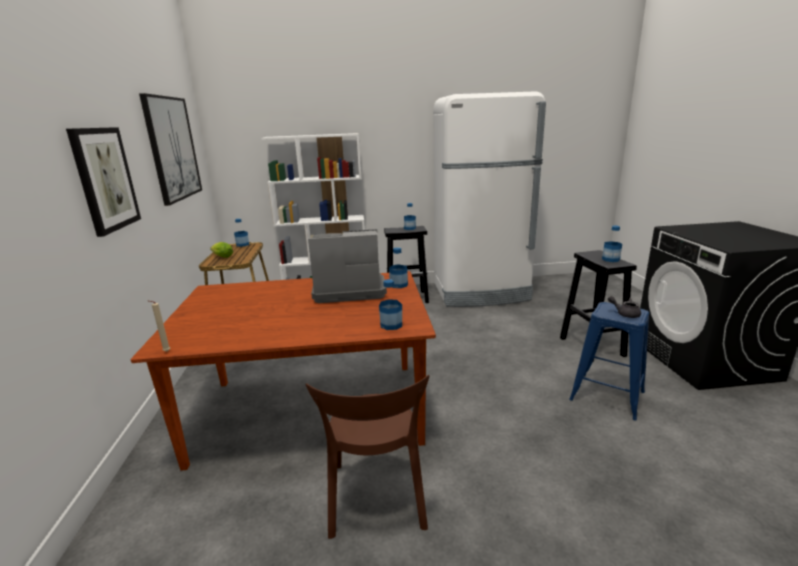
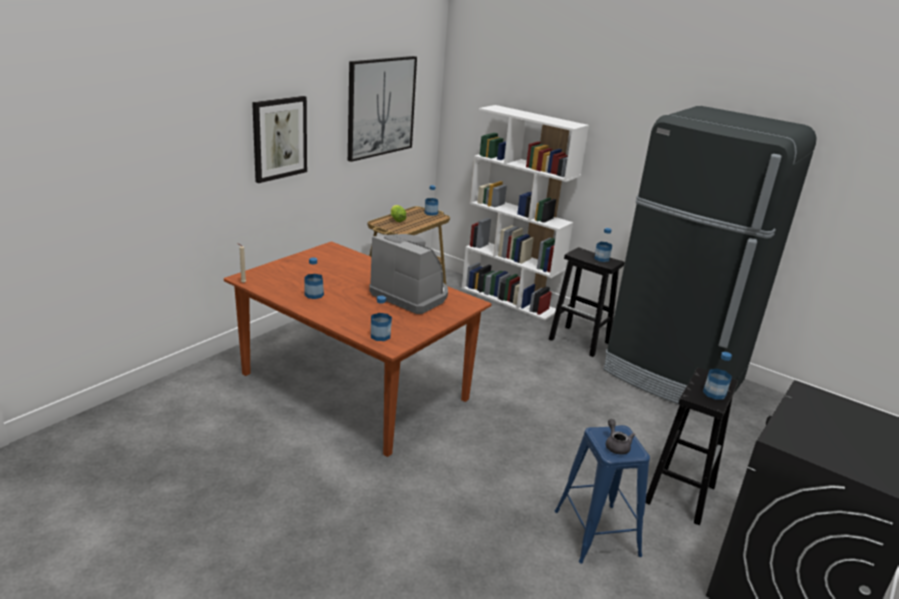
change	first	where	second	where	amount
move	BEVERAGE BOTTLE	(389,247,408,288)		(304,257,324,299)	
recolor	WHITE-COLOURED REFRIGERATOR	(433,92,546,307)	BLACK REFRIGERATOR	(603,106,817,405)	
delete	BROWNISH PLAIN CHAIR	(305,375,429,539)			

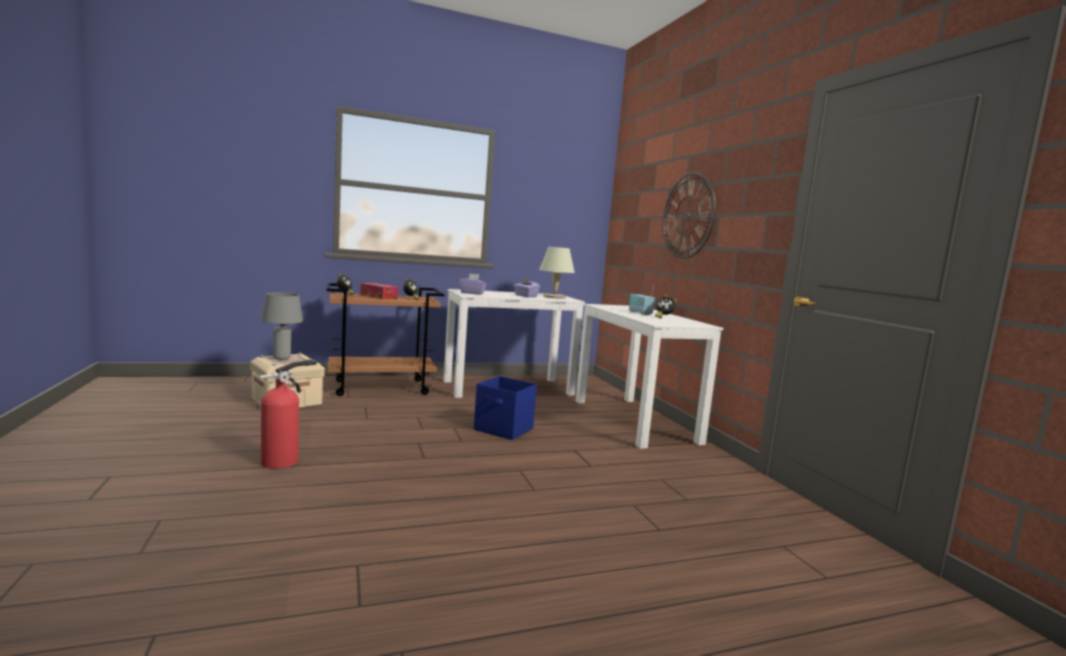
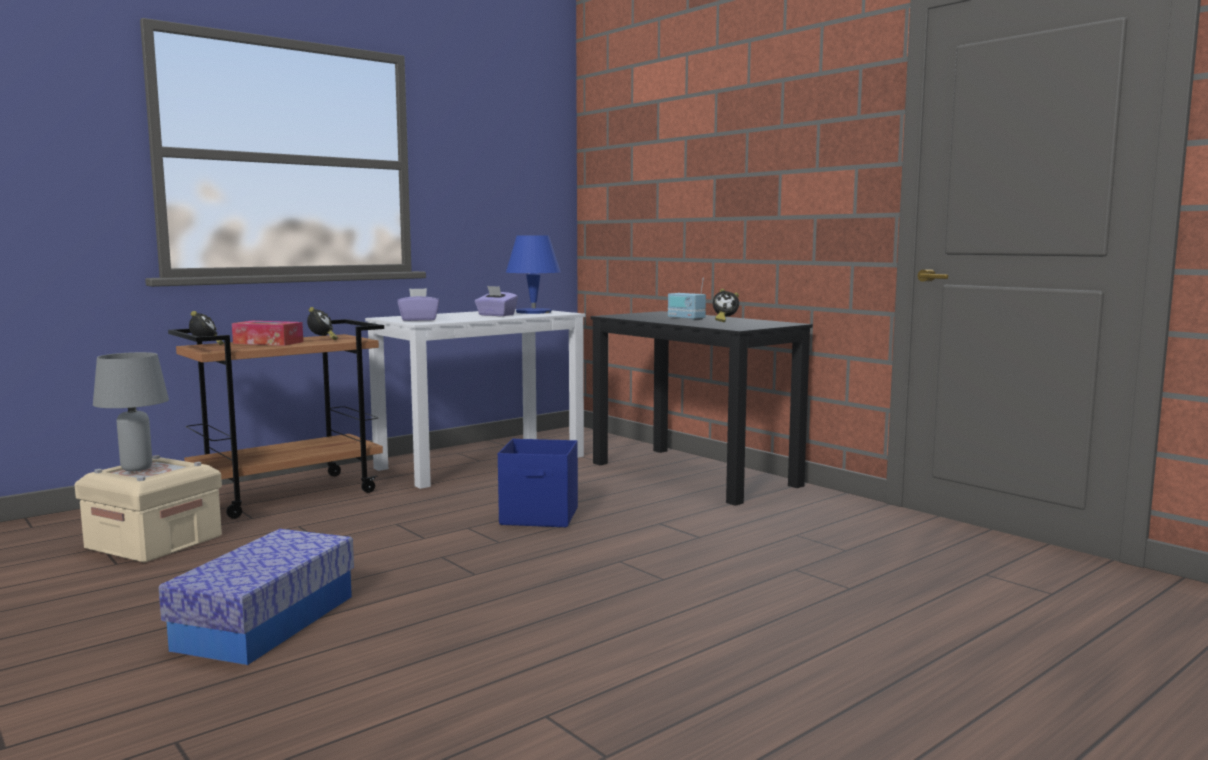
change	first	where	second	where	amount
replace	FIRE EXTINGUISHER	(258,359,317,469)	STORAGE BOX	(159,529,354,665)	
recolor	SAND-COLOURED LAMP FOR A TABLE	(539,247,575,299)	BLUE LAMP FOR A TABLE	(506,235,561,314)	
recolor	WHITE-COLOURED DESK UNIT	(576,304,724,449)	BLACK DESK UNIT	(590,311,813,506)	
delete	HANGING CLOCK	(663,172,716,259)			

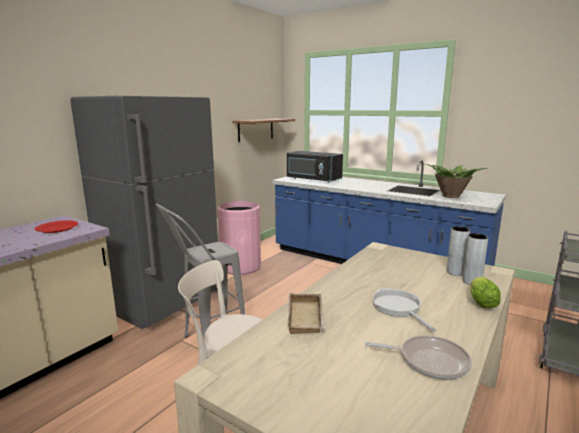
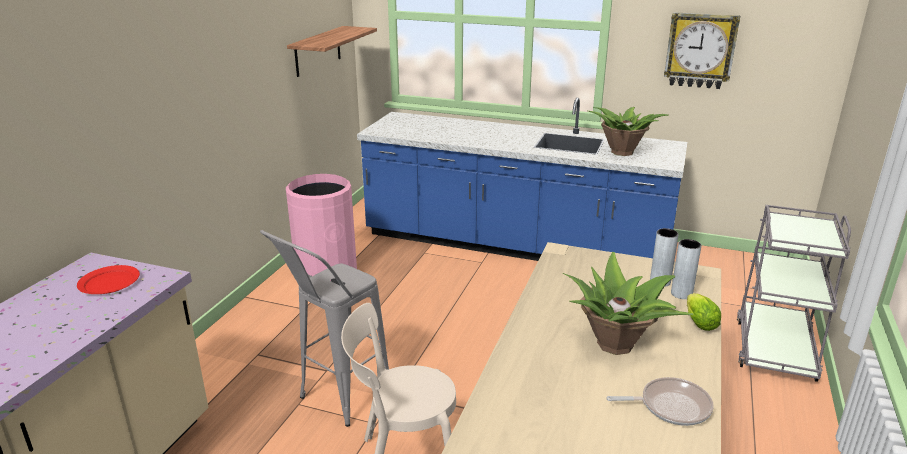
change	first	where	second	where	amount
replace	FRYING PAN	(373,288,436,332)	POTTED PLANT	(563,252,694,355)	
insert			HANGING CLOCK	(664,12,740,89)	
delete	GREYISH REFRIGERATOR	(70,96,218,329)			
delete	BLACK MICROWAVE OVEN	(287,151,343,183)			
delete	SAND-COLOURED CARRYING TRAY	(287,293,325,334)			

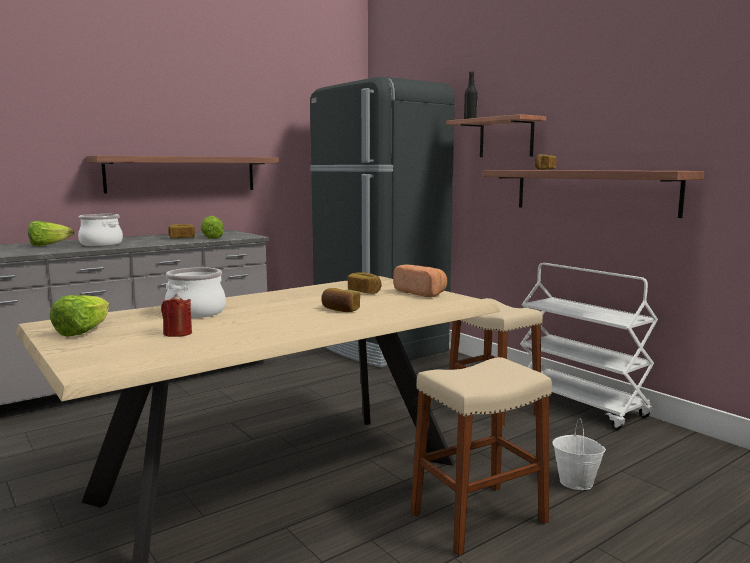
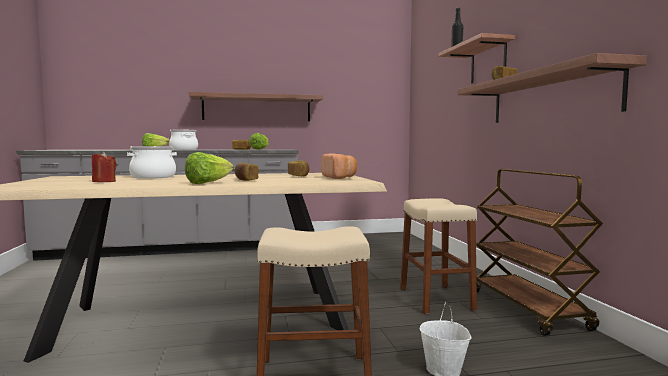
change	first	where	second	where	amount
move	HEAD OF LETTUCE	(50,295,109,337)		(185,152,234,184)	
recolor	WHITE-COLOURED CART	(520,263,658,430)	BROWNISH CART	(476,169,603,336)	
delete	BLACK REFRIGERATOR	(310,77,455,368)			

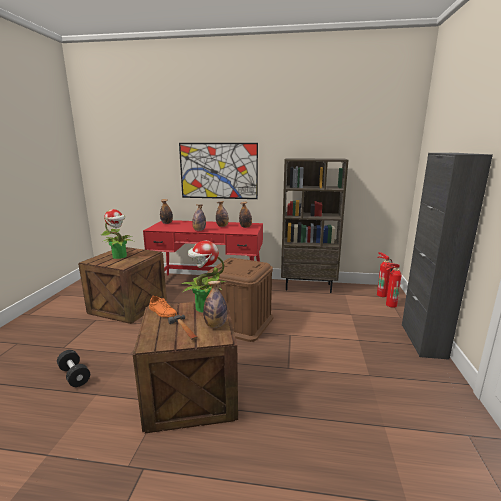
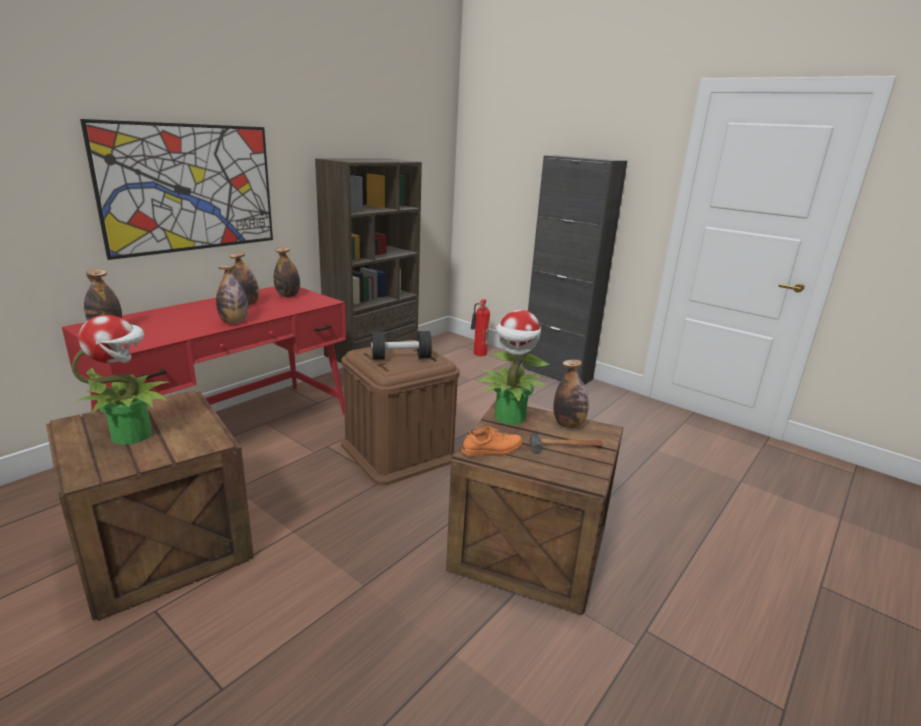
change	first	where	second	where	amount
move	BLACK DUMBBELL	(57,350,90,387)		(371,331,432,360)	
delete	FIRE EXTINGUISHER	(377,252,392,297)			

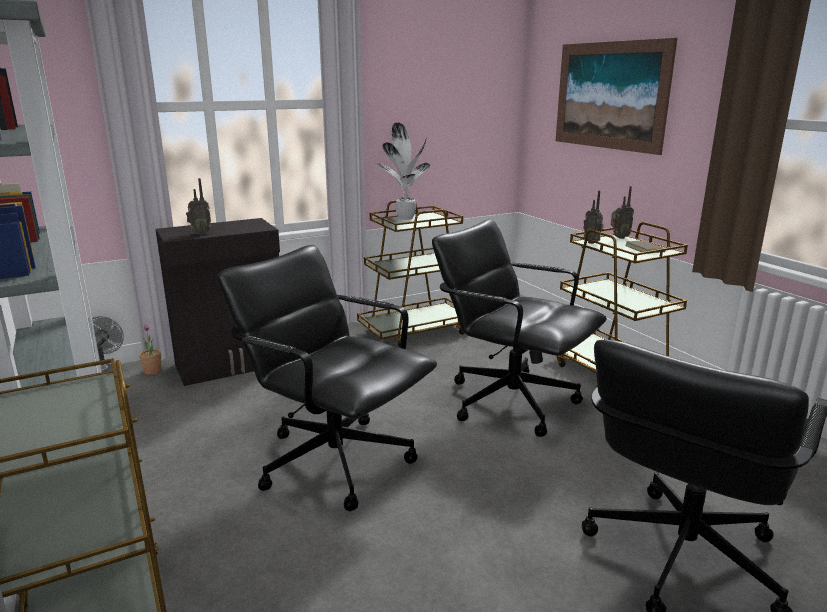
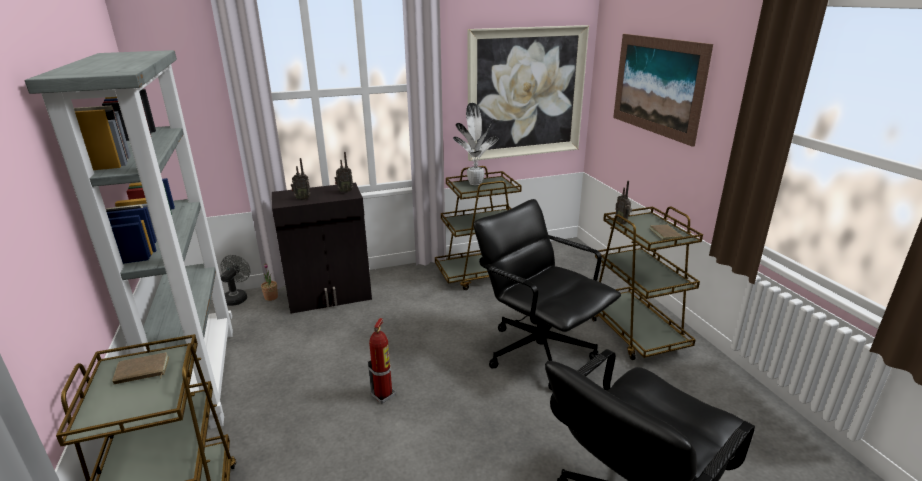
change	first	where	second	where	amount
insert			BROWNISH BOOK	(112,352,169,384)	
move	RADIO SET	(611,186,634,239)		(335,152,353,193)	
replace	BLACK DESK CHAIR	(217,245,437,511)	FIRE EXTINGUISHER	(368,318,396,404)	
insert			PICTURE	(467,25,589,161)	

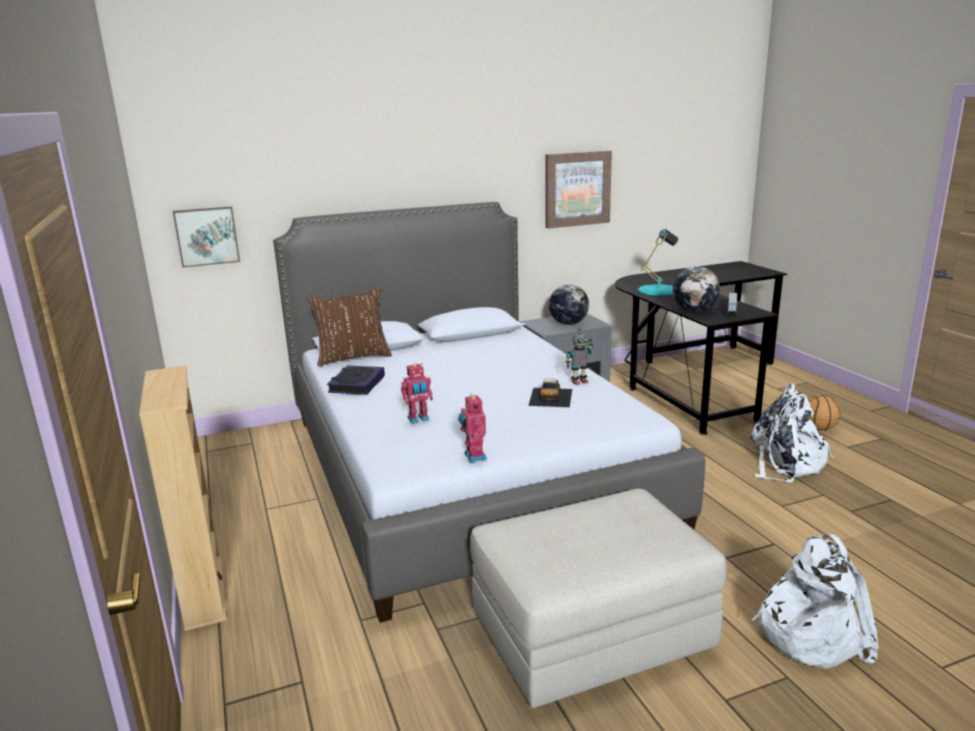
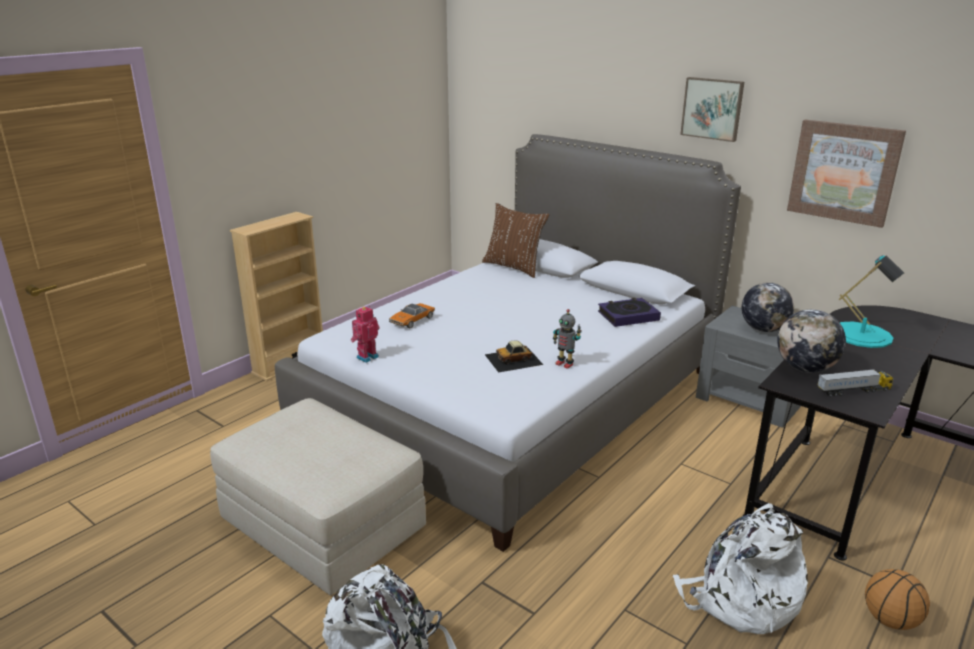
change	first	where	second	where	amount
replace	TOY ROBOT	(401,363,433,424)	MINIATURE CAR	(389,303,435,328)	
move	BOOK	(327,365,385,395)		(598,298,661,327)	
move	PICTURE	(173,206,240,268)		(680,77,744,142)	

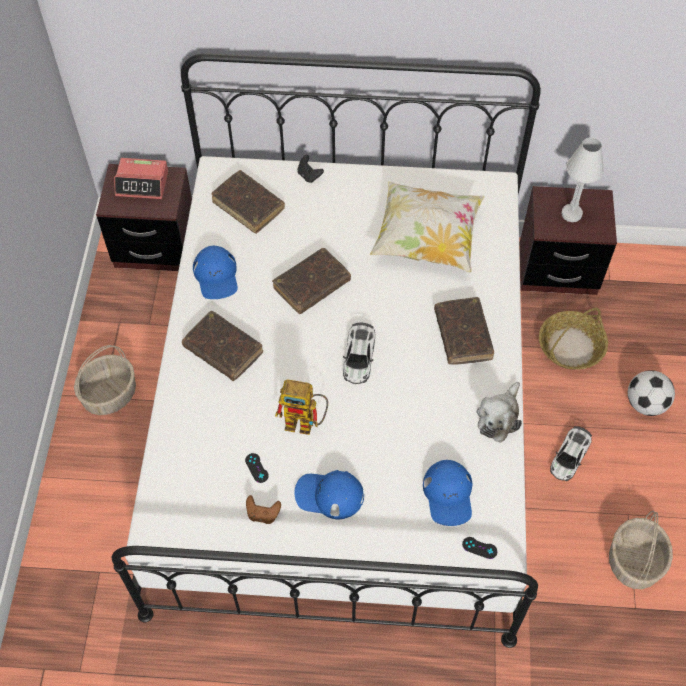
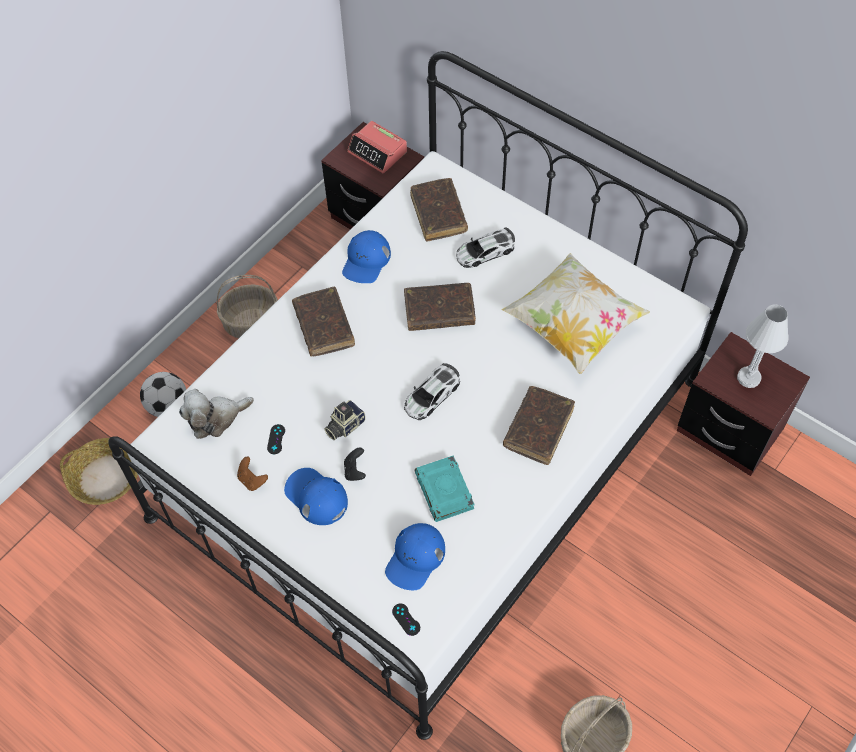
change	first	where	second	where	amount
move	STORAGE BASKET	(539,308,608,370)		(60,438,138,505)	
move	FOOTBALL	(628,370,675,416)		(140,372,186,417)	
move	PLUSH TOY	(477,382,522,443)		(179,389,254,439)	
replace	TOY ROBOT	(275,379,328,435)	PHOTO CAMERA	(324,400,365,440)	
move	BLACK JOYPAD	(297,155,324,183)		(344,448,366,481)	
insert			TURQUOISE-COLOURED BOOK	(414,455,475,522)	
move	MINIATURE CAR	(550,426,592,481)		(456,227,515,268)	

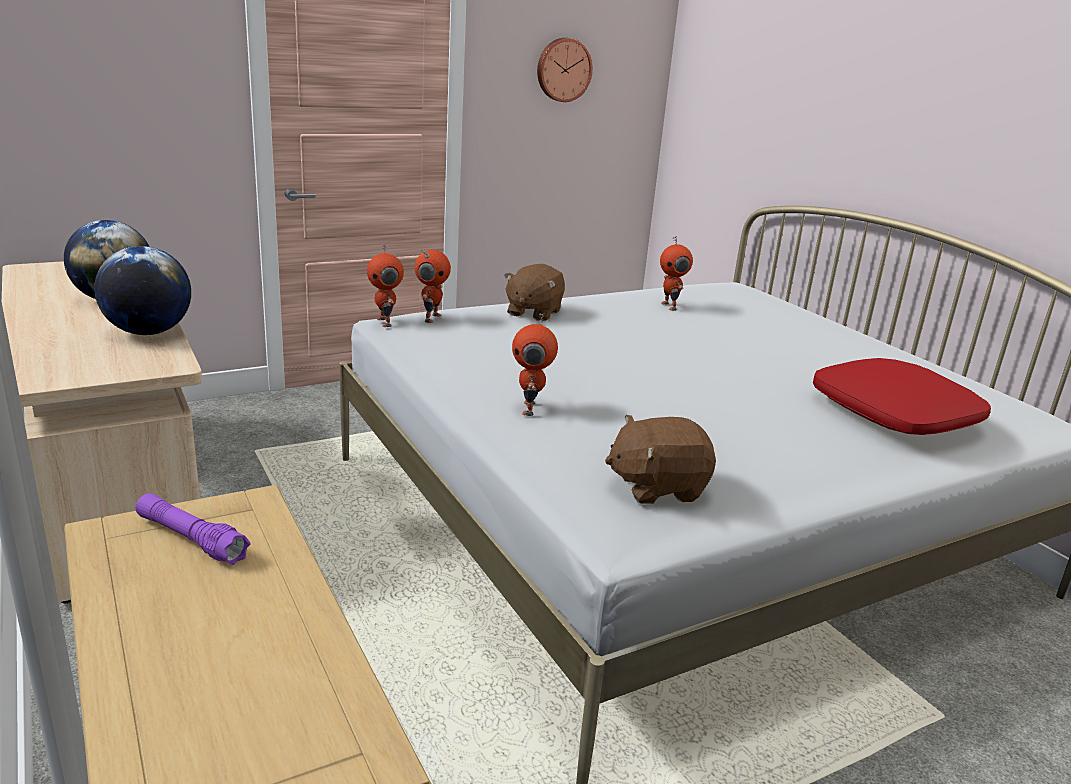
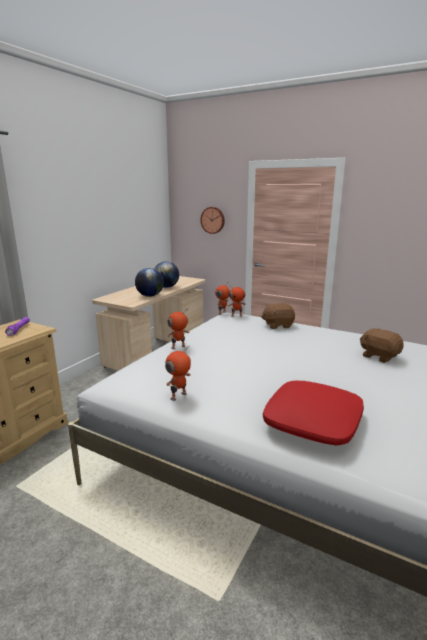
change	first	where	second	where	amount
move	TOY ROBOT	(660,237,693,311)		(165,346,191,401)	
move	HANGING CLOCK	(537,38,593,102)		(200,207,225,234)	
move	BROWNISH PLUSH TOY	(605,415,716,504)		(360,328,404,363)	

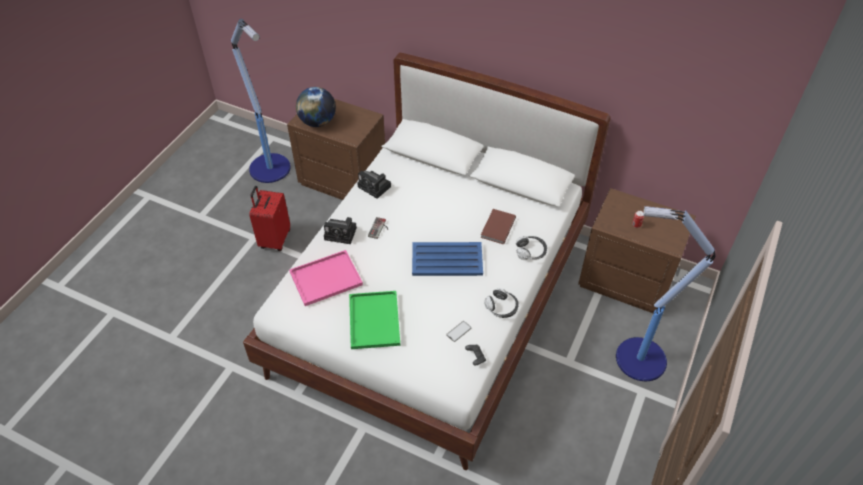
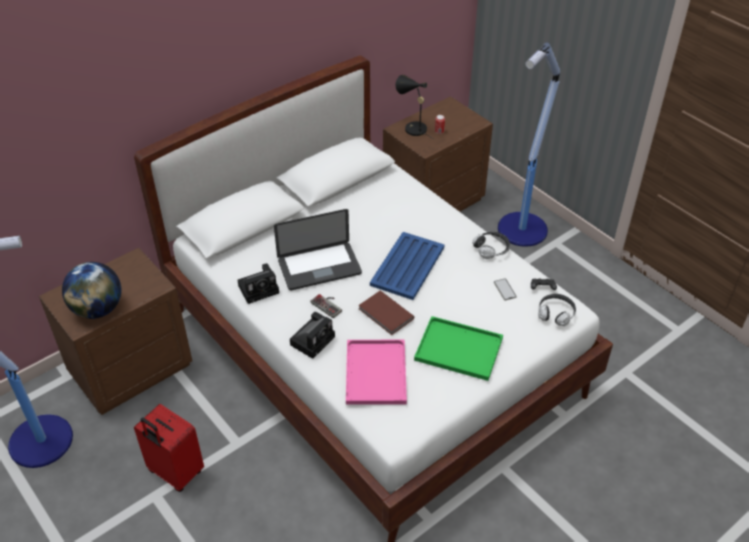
change	first	where	second	where	amount
insert			PORTABLE COMPUTER	(274,209,362,290)	
move	BROWNISH BOOK	(480,209,516,244)		(358,290,414,335)	
insert			BLACK LAMP FOR A TABLE	(396,75,433,139)	
move	PAIR OF HEADPHONES	(516,236,547,260)		(538,294,576,326)	

